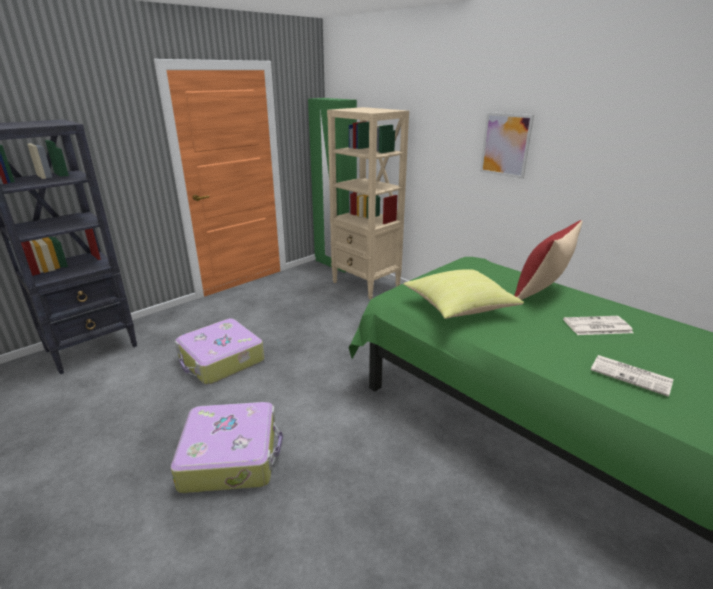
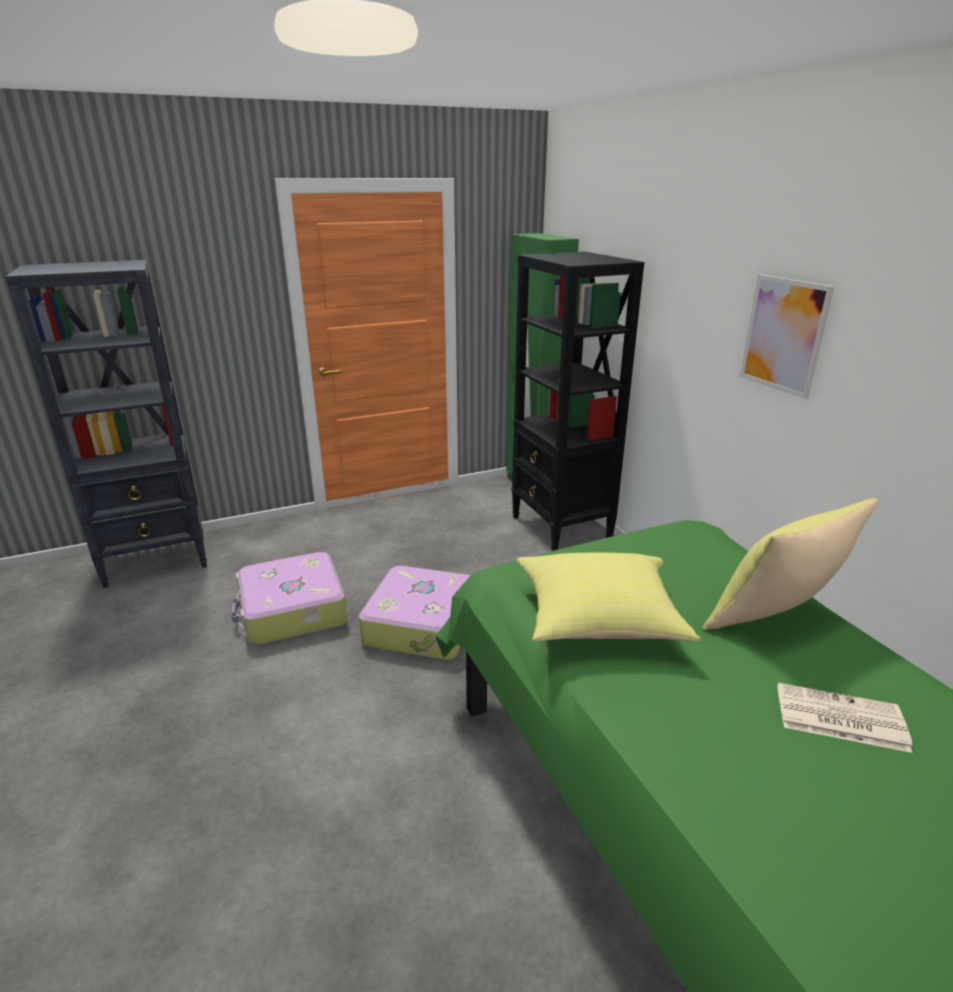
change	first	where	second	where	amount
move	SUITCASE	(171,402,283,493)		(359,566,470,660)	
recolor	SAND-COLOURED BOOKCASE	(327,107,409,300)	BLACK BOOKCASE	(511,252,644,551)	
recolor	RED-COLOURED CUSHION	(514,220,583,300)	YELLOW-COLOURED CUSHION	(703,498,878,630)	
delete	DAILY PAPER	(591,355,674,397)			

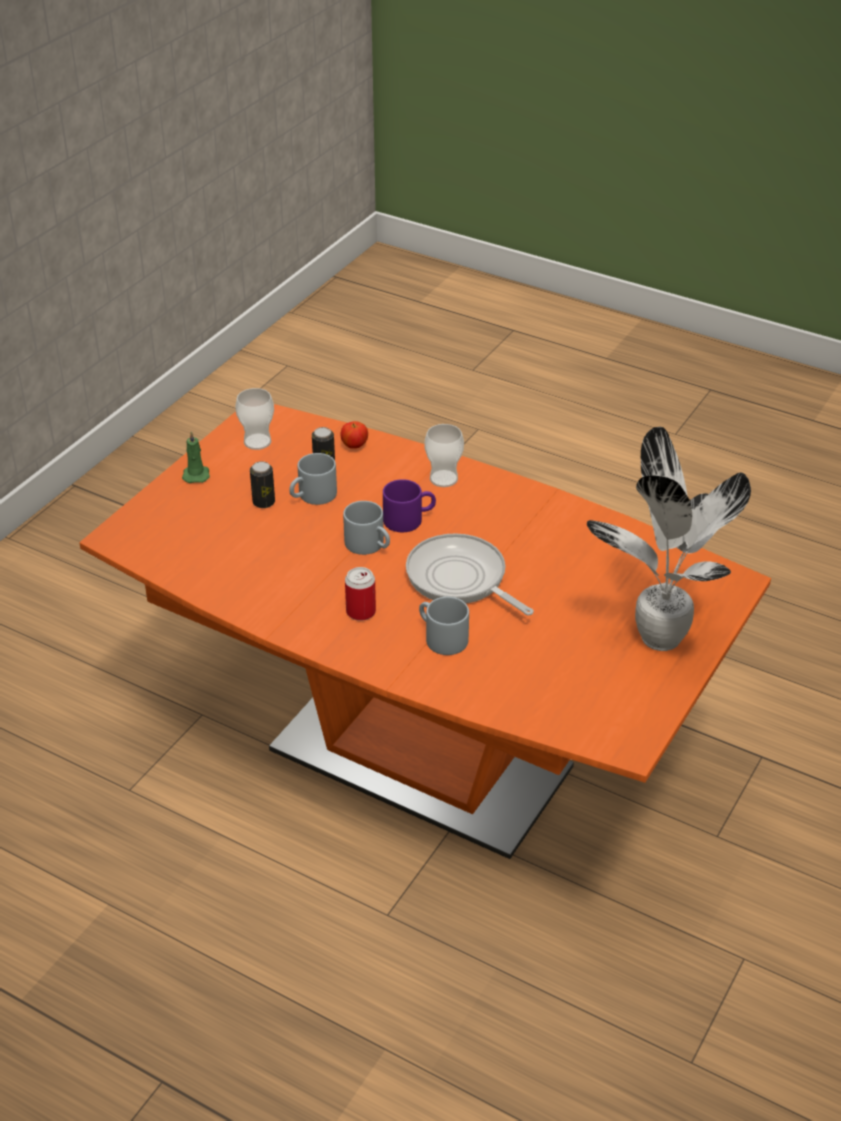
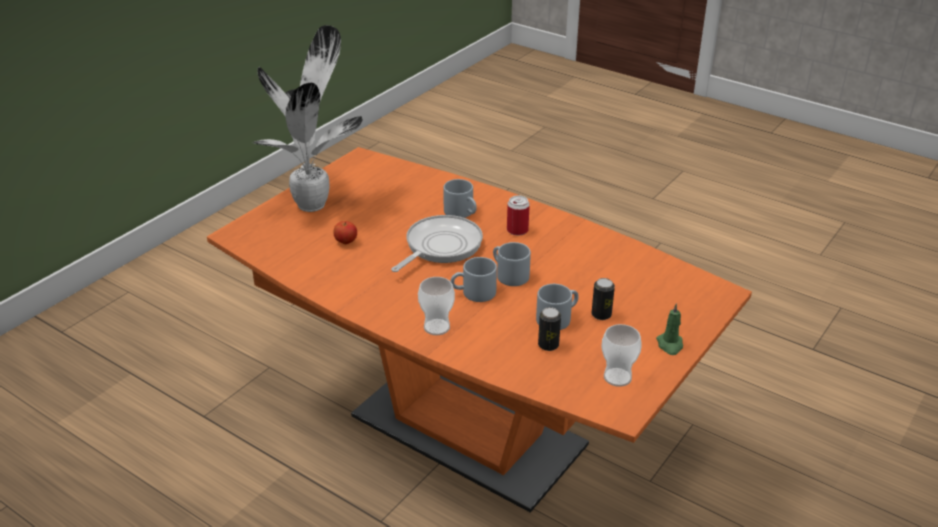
change	first	where	second	where	amount
move	APPLE FRUIT	(341,421,368,449)		(333,221,357,244)	
rotate	FRYING PAN	(406,533,534,616)		(391,215,483,272)	105 degrees counterclockwise
recolor	PURPLISH TEA MUG	(383,479,436,532)	GREYISH TEA MUG	(451,257,497,302)	

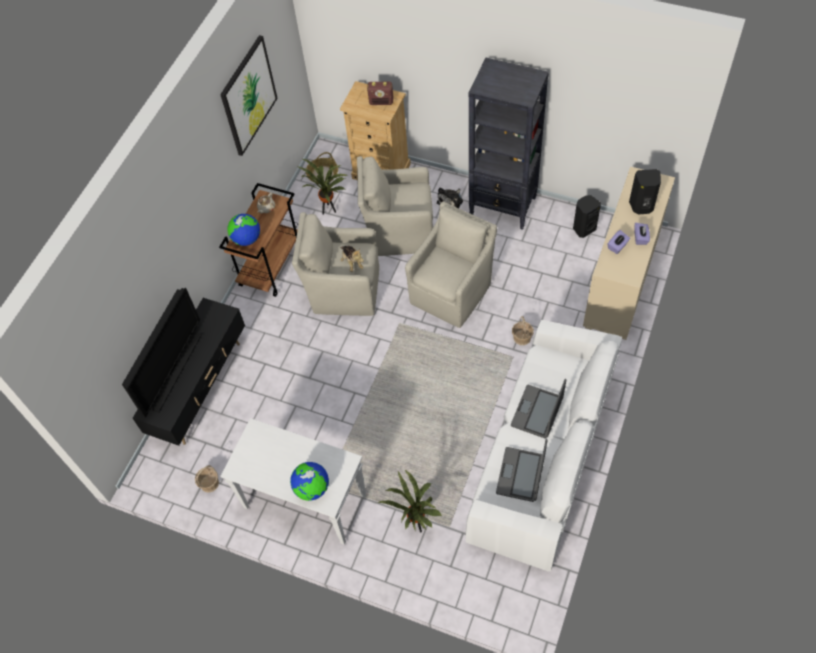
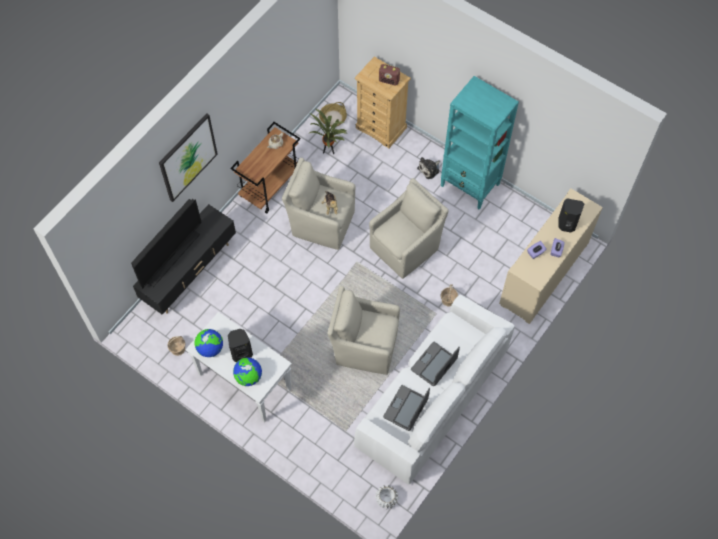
change	first	where	second	where	amount
move	PICTURE	(220,35,278,156)		(159,113,218,202)	
move	WORLD GLOBE	(227,214,260,246)		(195,329,223,357)	
move	BLACK SPEAKER	(573,195,601,238)		(228,329,253,362)	
move	SAND-COLOURED ARMCHAIR	(357,156,433,256)		(327,286,400,375)	
insert			WHITE-COLOURED FLOWER POT	(375,485,399,509)	
recolor	BLACK BOOKCASE	(468,58,549,230)	TURQUOISE-COLOURED BOOKCASE	(441,76,519,210)	
delete	POTTED PLANT	(377,470,442,532)			

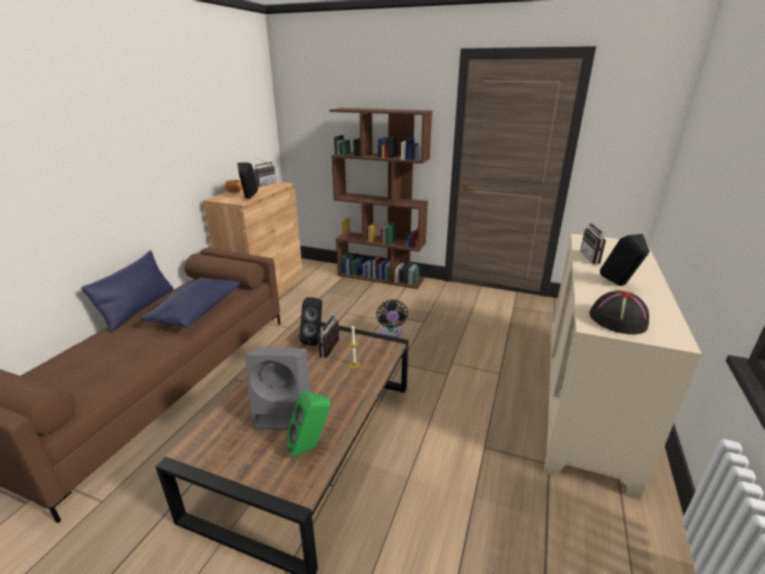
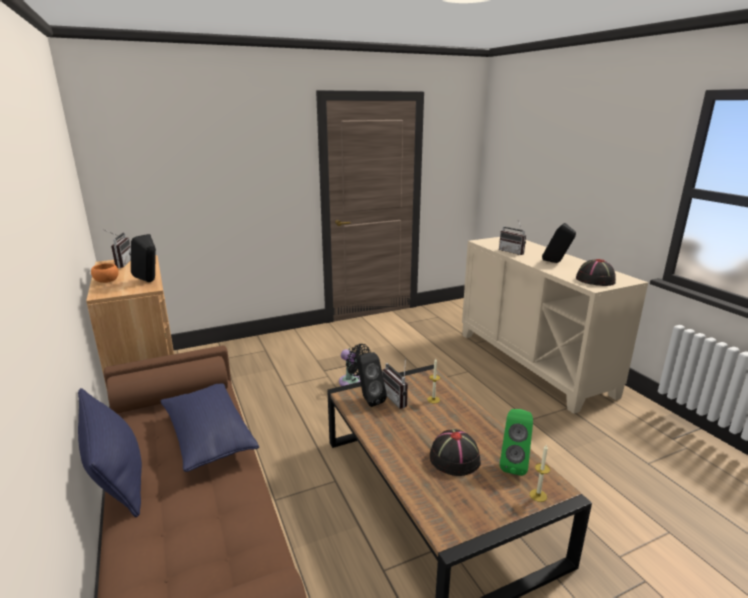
change	first	where	second	where	amount
replace	GREYISH SPEAKER	(245,347,311,430)	BLACK CLOTHING HAT	(430,429,481,476)	
insert			CANDLE	(530,445,550,502)	
delete	BROWNISH BOOKCASE	(329,108,432,289)			

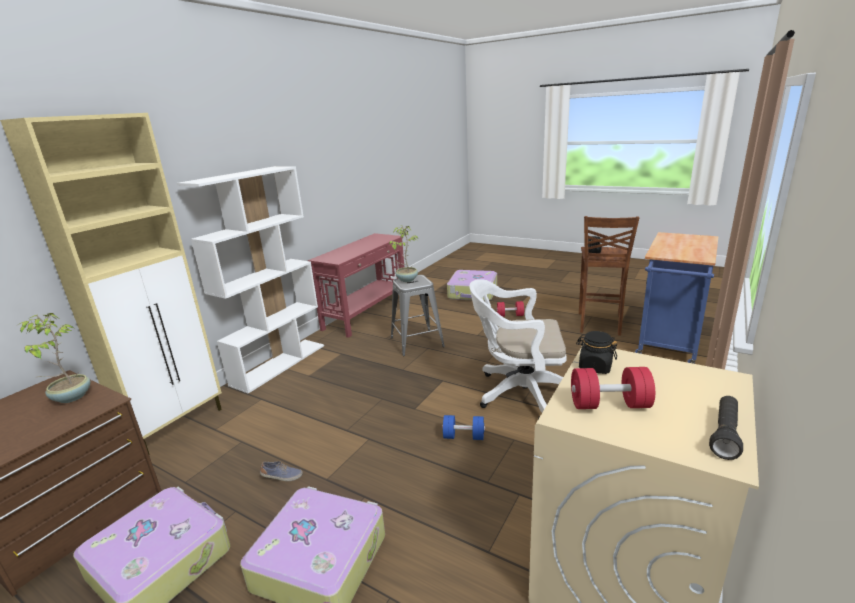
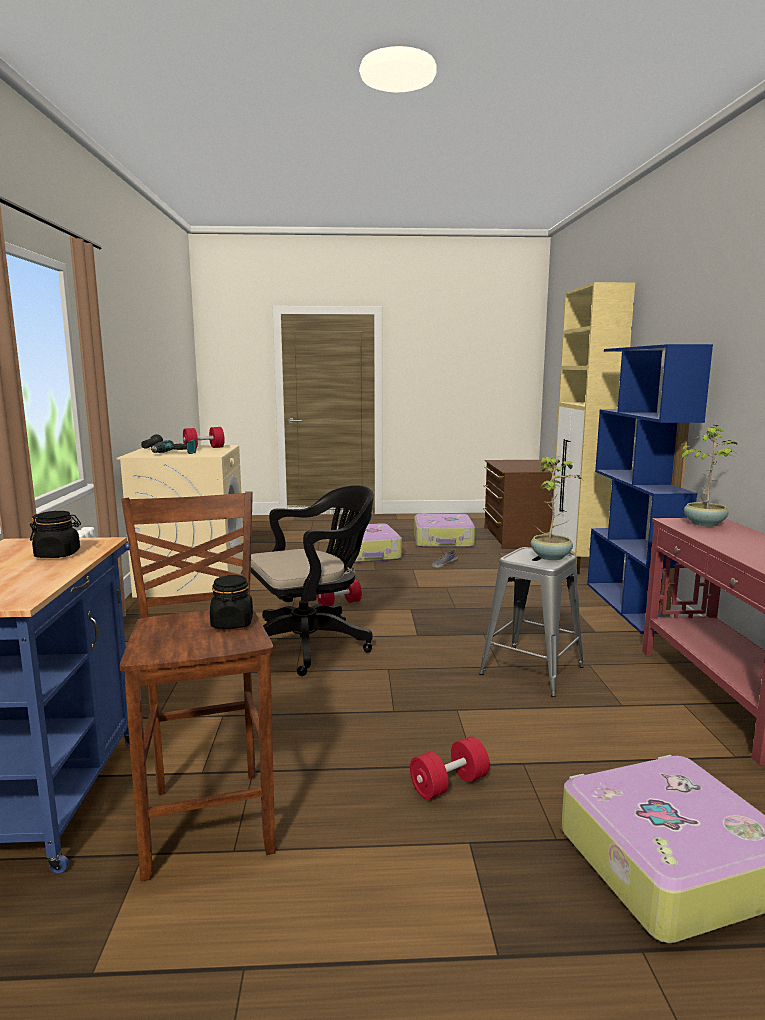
change	first	where	second	where	amount
move	BLACK PRESERVE JAR	(576,331,617,374)		(30,511,81,558)	
insert			ELECTRIC DRILL	(151,440,196,454)	
recolor	WHITE-COLOURED DESK CHAIR	(469,279,567,419)	BLACK DESK CHAIR	(251,485,374,676)	
recolor	BLUE DUMBBELL	(442,415,485,440)	RED-COLOURED DUMBBELL	(317,579,362,606)	
recolor	WHITE-COLOURED BOOKCASE	(177,166,324,394)	BLUE BOOKCASE	(587,344,713,634)	
move	POTTED PLANT	(18,313,91,403)		(677,425,738,527)	

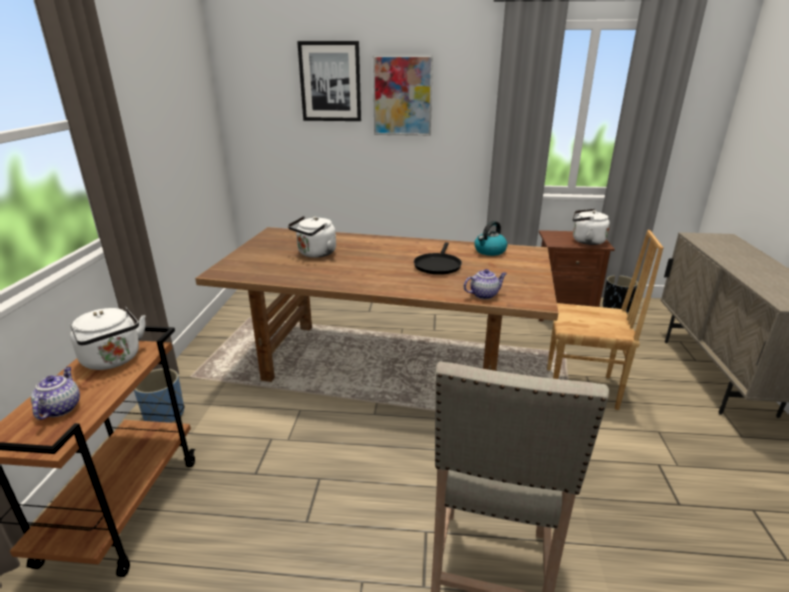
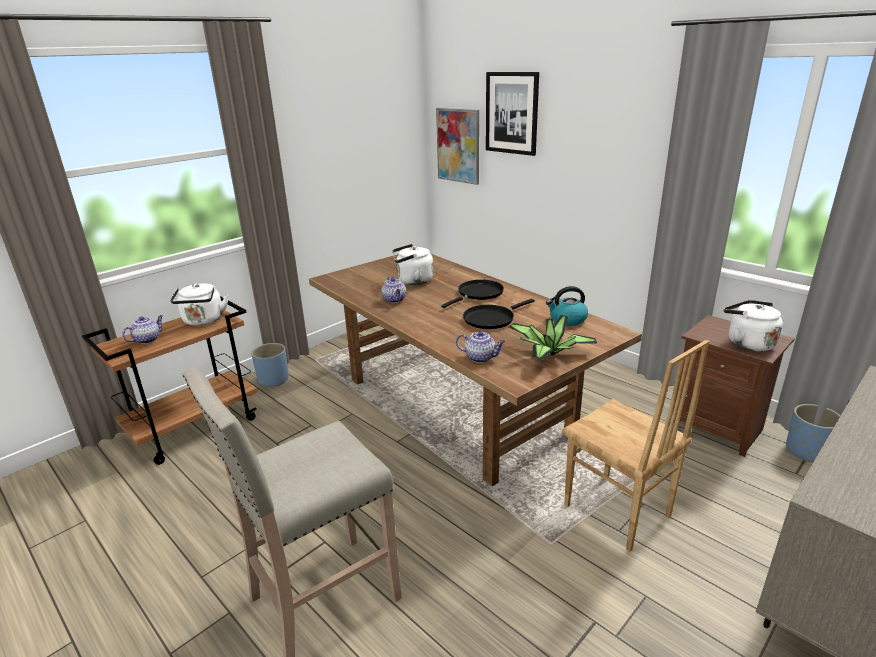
change	first	where	second	where	amount
insert			TEA POT	(382,277,406,303)	
move	PICTURE	(373,55,433,136)		(436,108,479,185)	
insert			BLACK FRYING PAN	(441,279,504,308)	
insert			POTTED PLANT	(509,315,597,360)	
recolor	BLACK FLOWER POT	(603,275,638,313)	BLUE FLOWER POT	(786,404,840,462)	

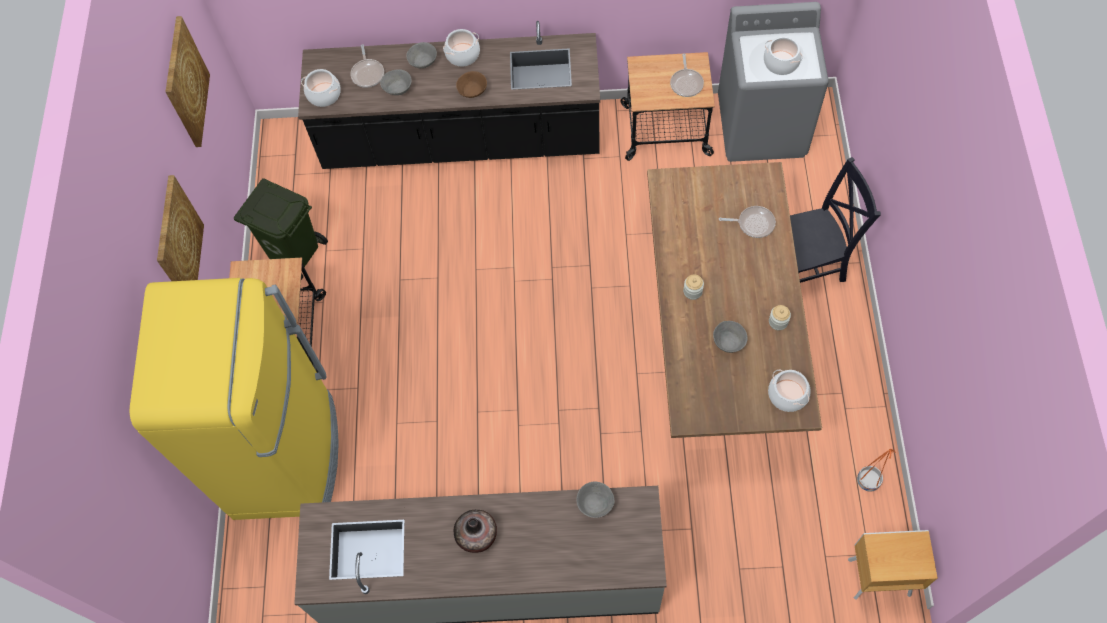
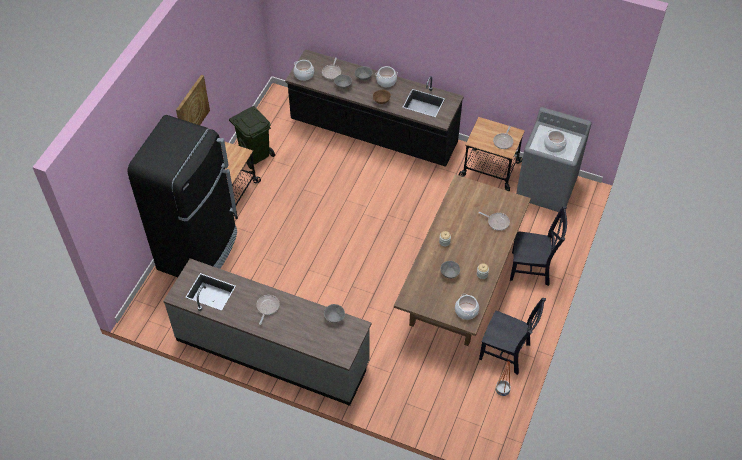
change	first	where	second	where	amount
recolor	YELLOW-COLOURED REFRIGERATOR	(129,278,339,520)	BLACK REFRIGERATOR	(127,115,237,277)	
replace	FLOWER VASE	(454,510,497,553)	FRYING PAN	(256,295,280,325)	
insert			BLACK PLAIN CHAIR	(479,298,546,375)	
delete	PICTURE	(166,16,210,147)			
delete	BROWNISH NIGHT TABLE	(848,530,938,600)			

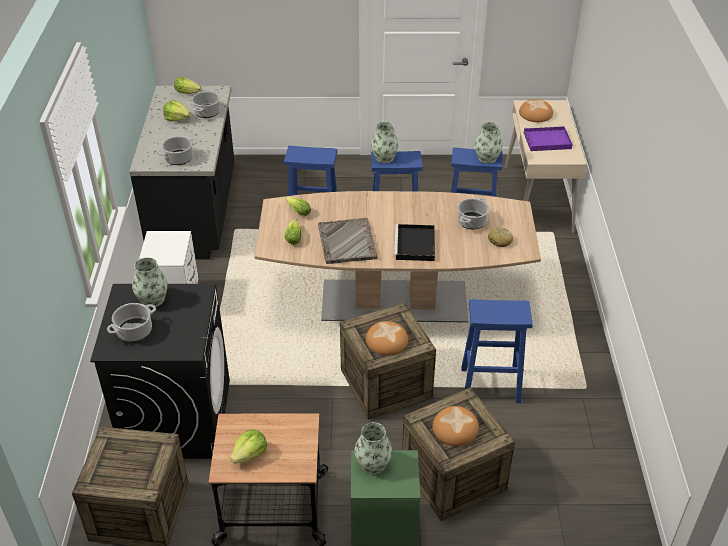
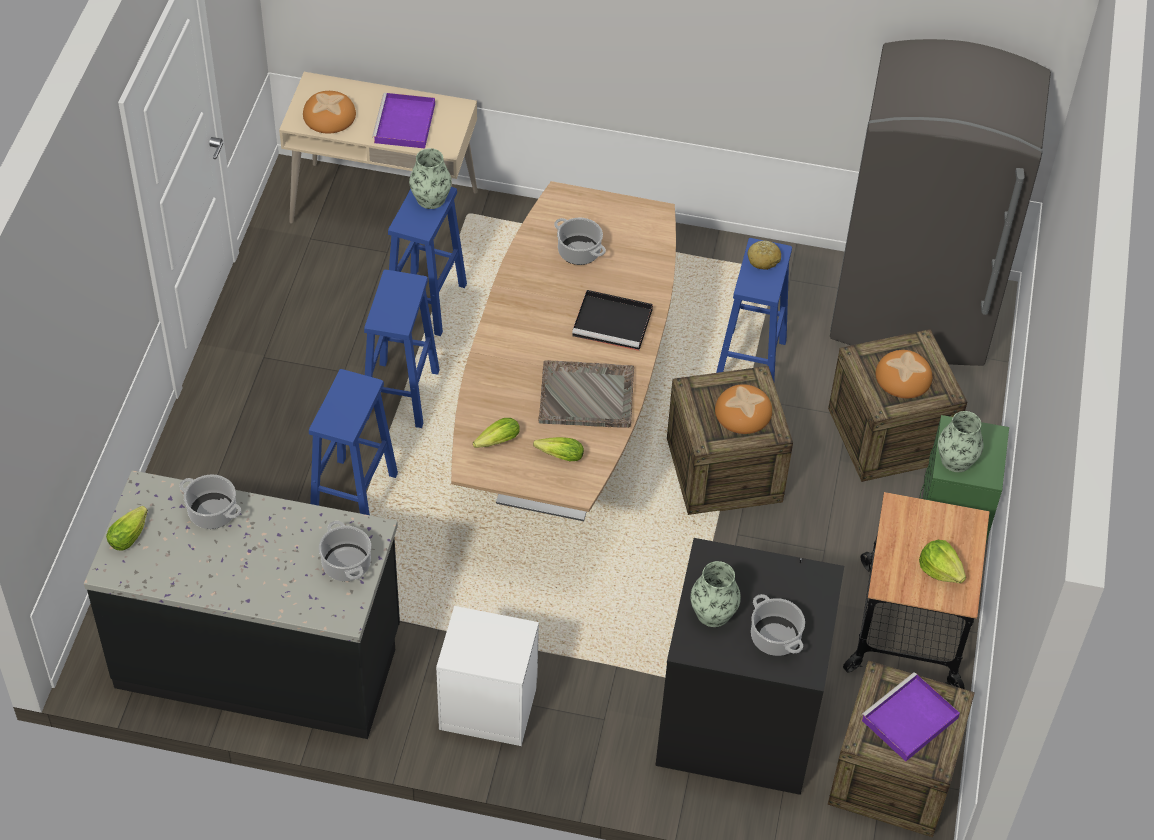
change	first	where	second	where	amount
move	BREAD	(488,227,513,247)		(748,241,781,270)	
insert			GREYISH REFRIGERATOR	(830,39,1051,366)	
insert			PURPLISH CARRYING TRAY	(861,672,960,761)	
delete	HEAD OF LETTUCE	(163,100,191,122)			
delete	FLOWER VASE	(371,122,399,163)			

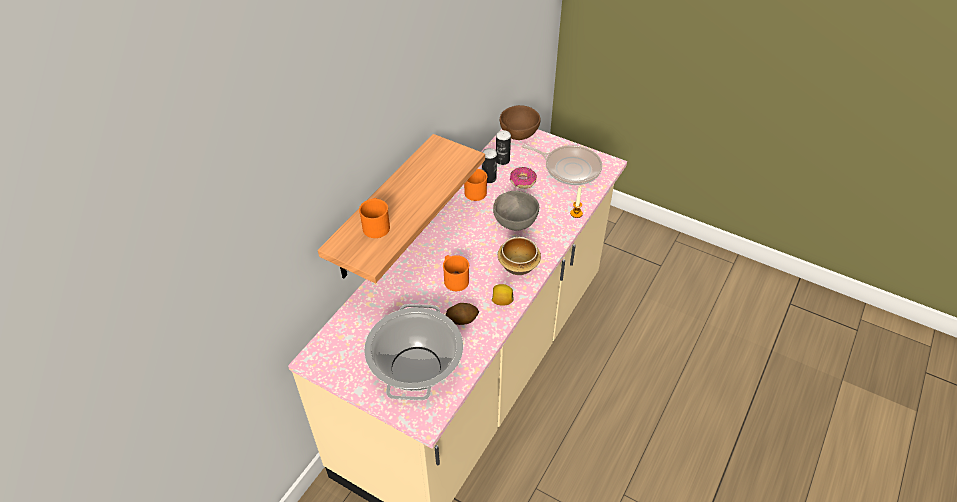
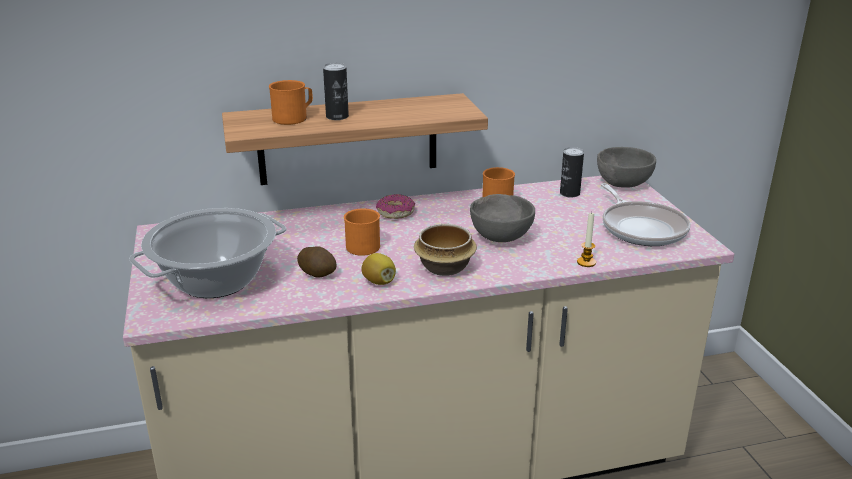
change	first	where	second	where	amount
move	SEALED CAN	(482,148,497,183)		(323,63,349,120)	
move	DOUGHNUT	(510,167,537,189)		(376,194,415,219)	
recolor	BROWNISH SERVING BOWL	(500,105,540,140)	GREYISH SERVING BOWL	(597,147,656,188)	

